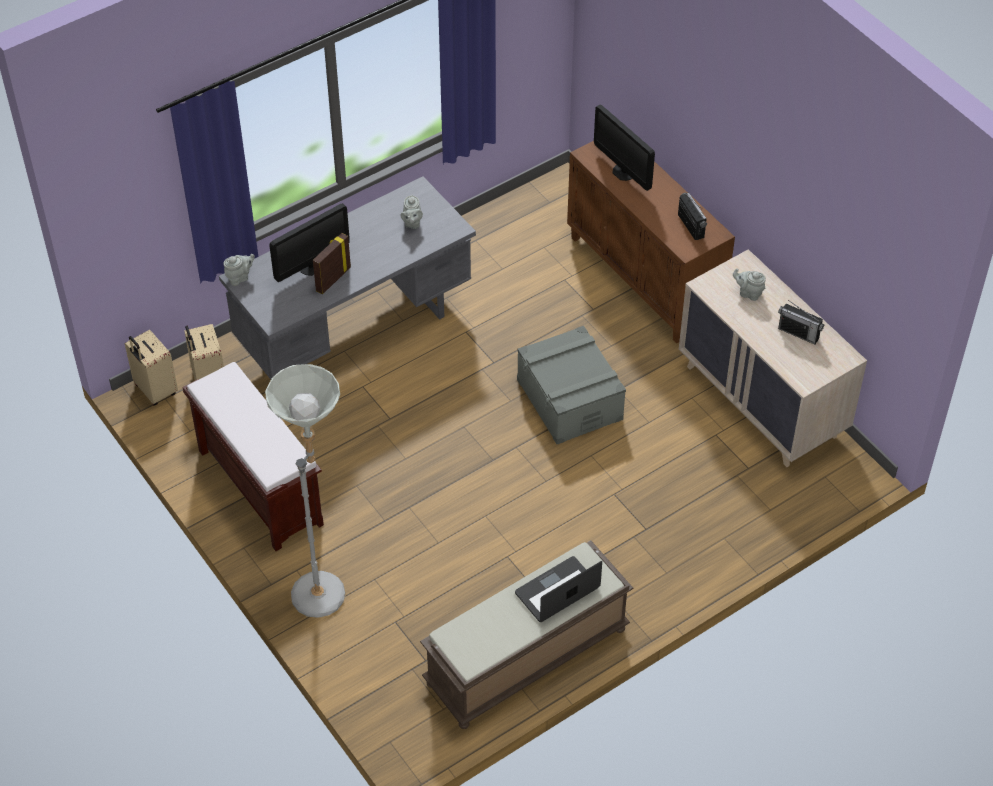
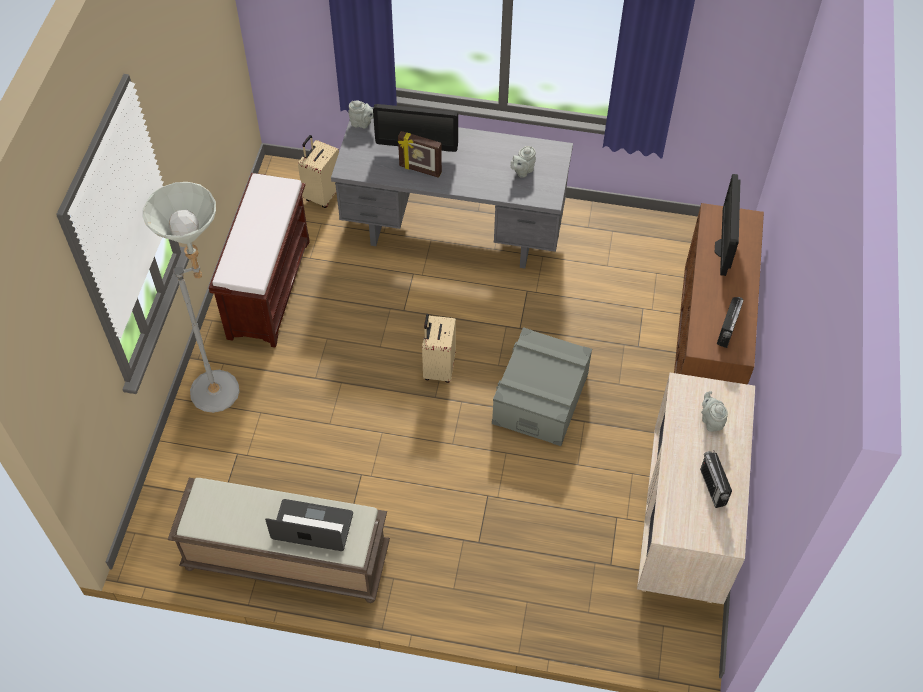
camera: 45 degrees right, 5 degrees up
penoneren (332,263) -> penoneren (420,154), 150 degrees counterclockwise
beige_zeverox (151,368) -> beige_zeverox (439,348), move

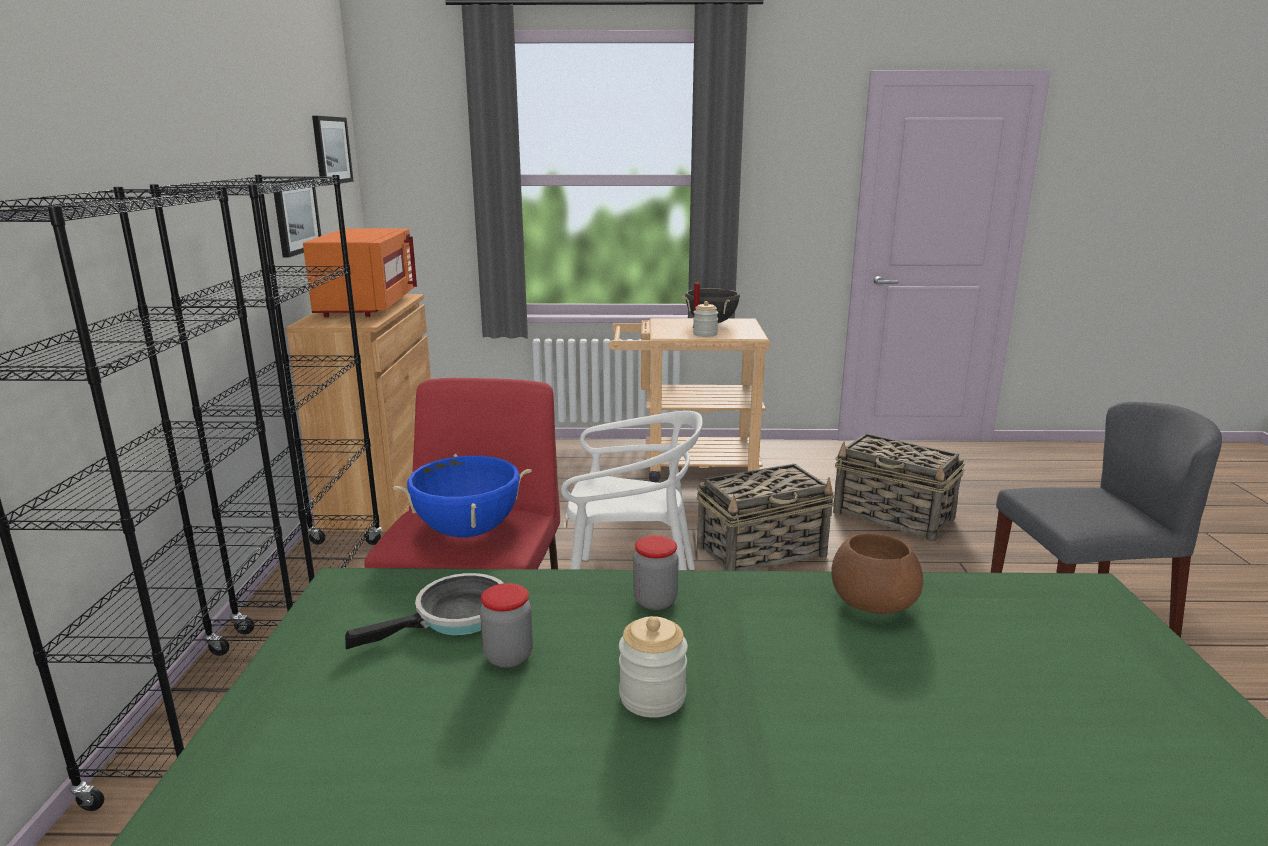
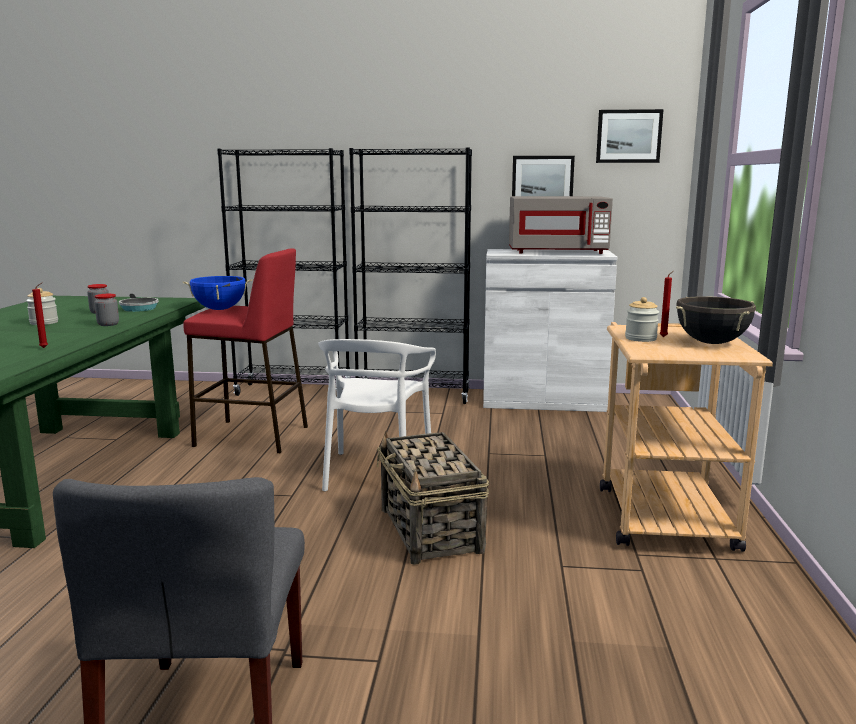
camera: 95 degrees right, 5 degrees down
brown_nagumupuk (877,573) -> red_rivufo (40,315)
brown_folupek (358,413) -> white_folupek (550,330)
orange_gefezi (360,272) -> grey_gefezi (561,225)
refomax (899,487) -> none

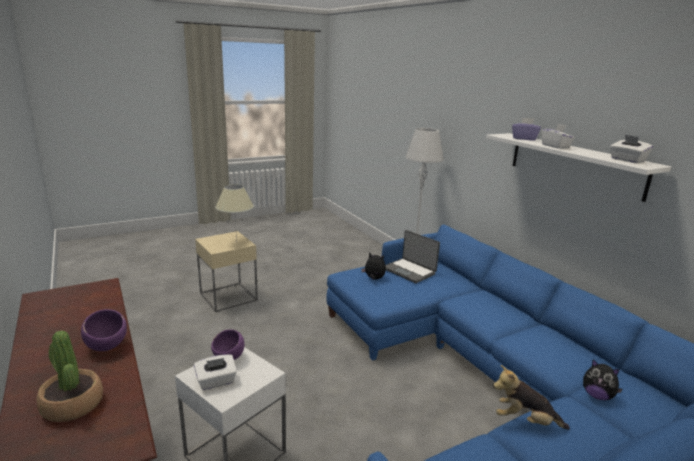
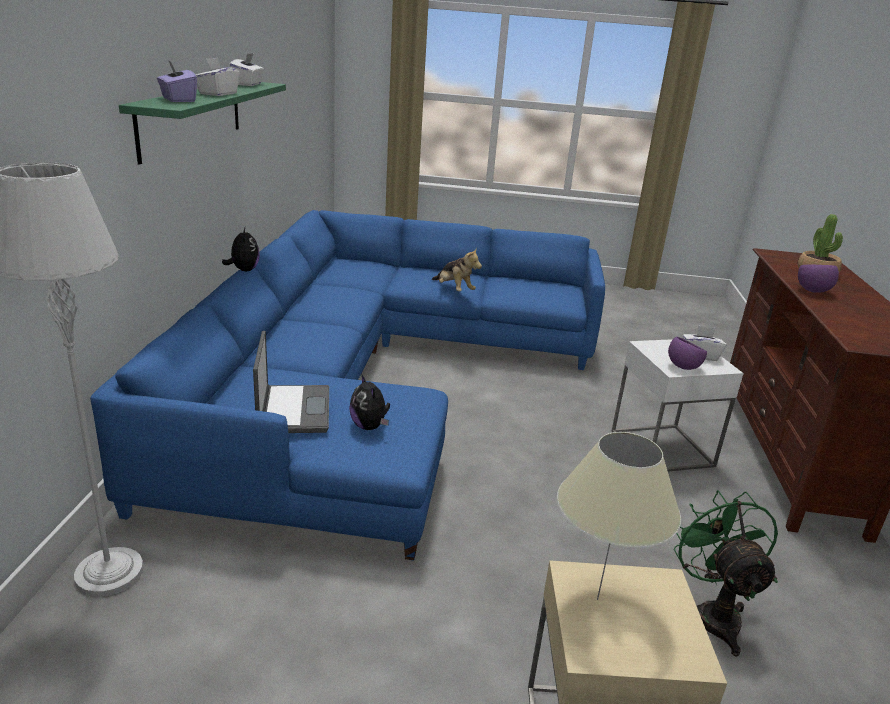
camera: 145 degrees left, 5 degrees up
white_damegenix (579,167) -> green_damegenix (202,123)
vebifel (603,379) -> vebifel (241,249), move
none -> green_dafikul (726,573)

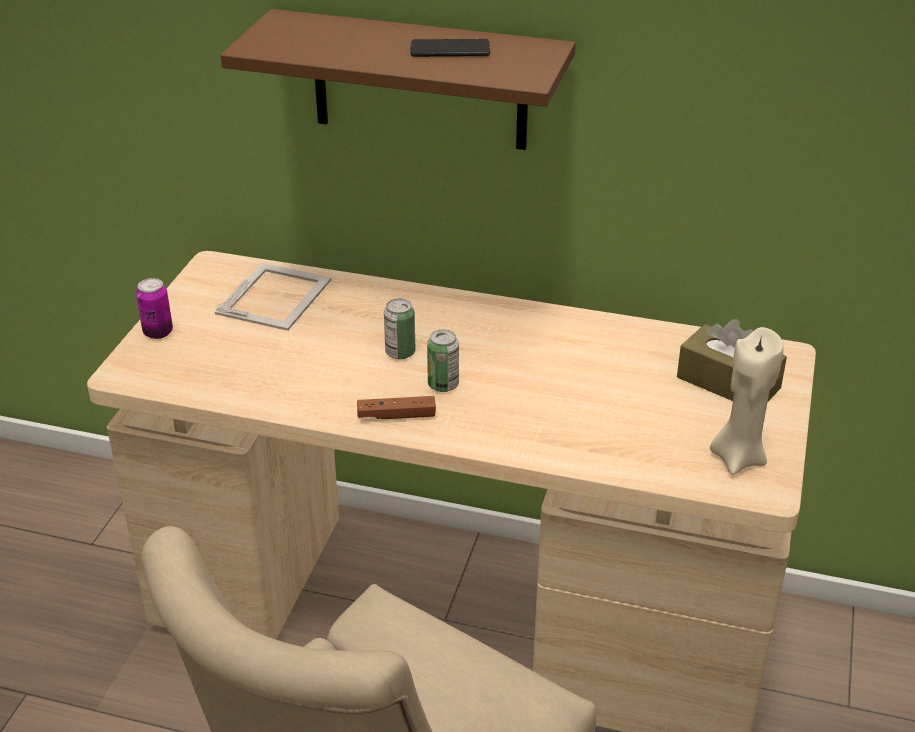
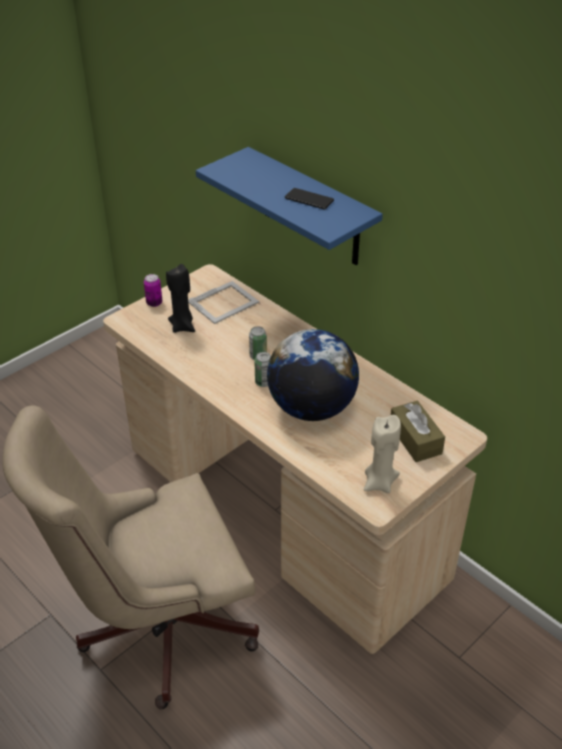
camera: 30 degrees right, 5 degrees up
none -> black_rivufo (180,298)
brown_damegenix (398,79) -> blue_damegenix (289,206)
none -> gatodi (313,375)
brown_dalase (396,407) -> none

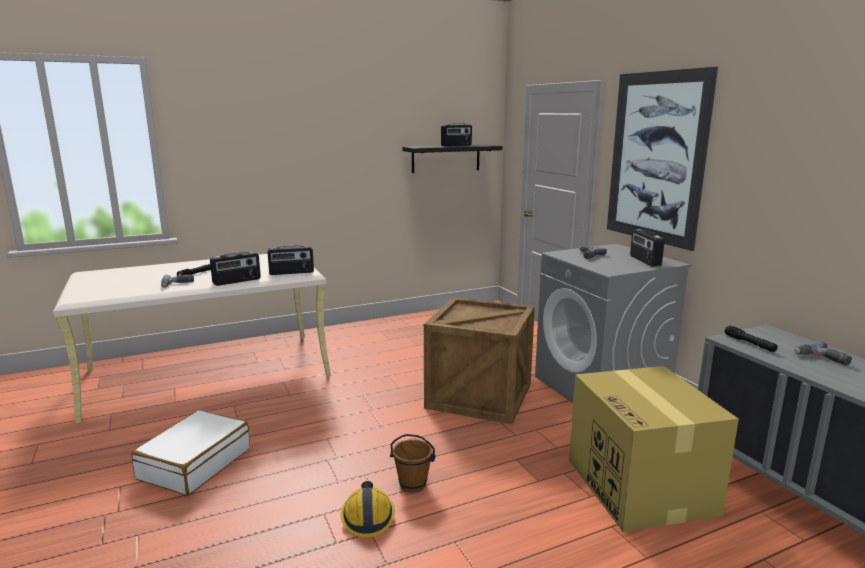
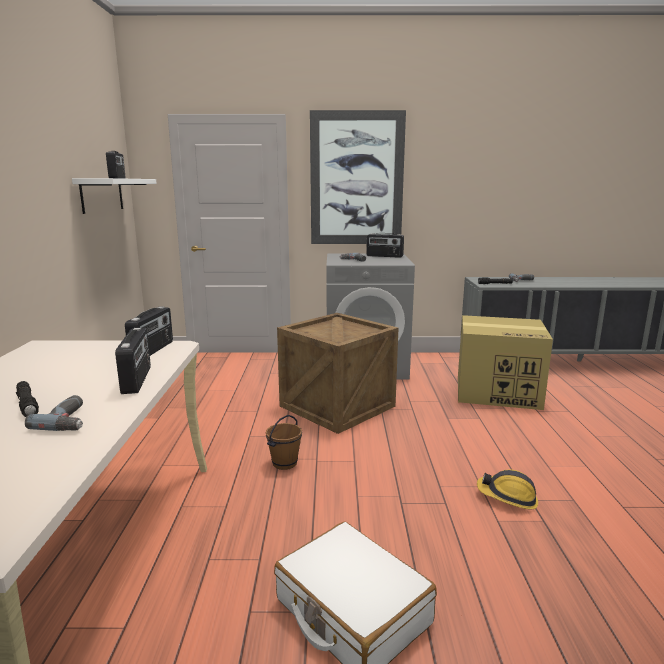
camera: 65 degrees left, 0 degrees up
black_damegenix (452,159) -> white_damegenix (114,196)
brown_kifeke (412,463) -> brown_kifeke (284,442), move

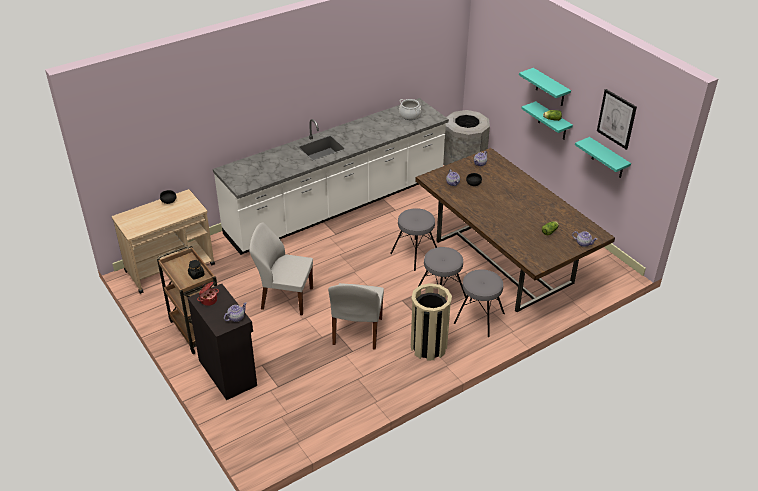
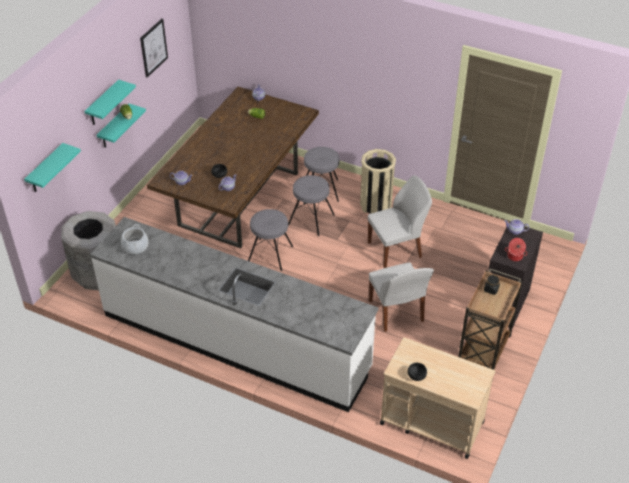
camera: 120 degrees left, 5 degrees up
turquoise_damegenix (603,157) -> turquoise_damegenix (52,167), move

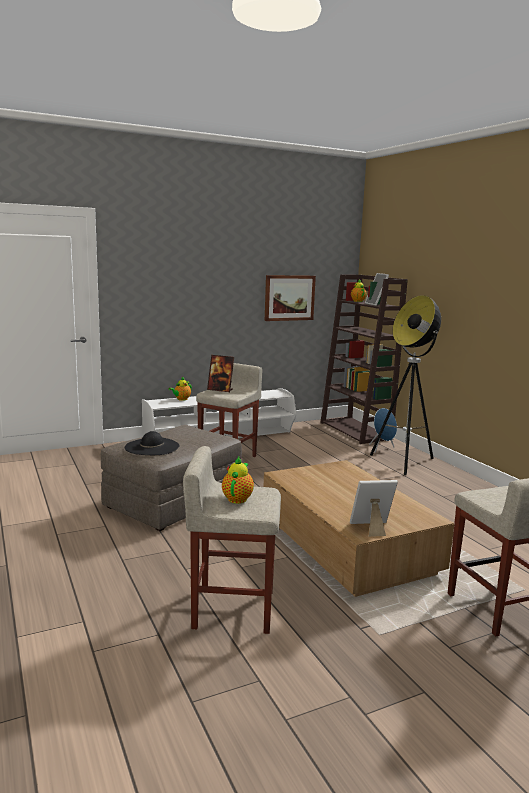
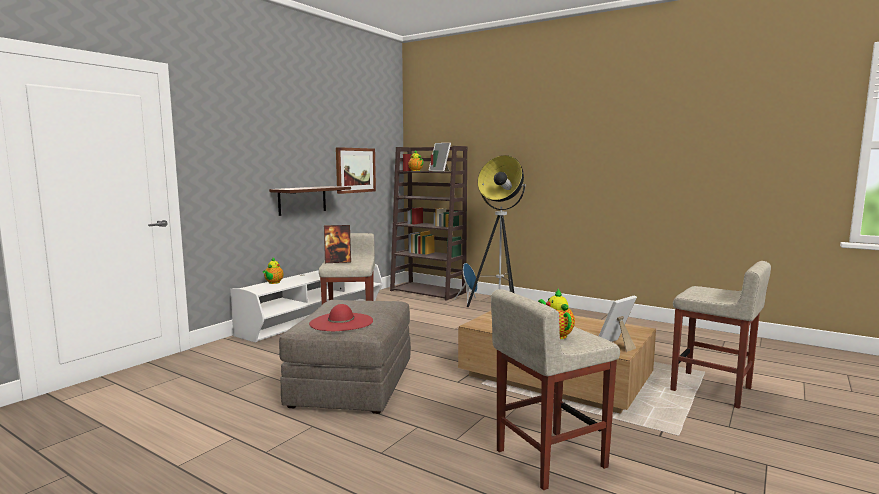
camera: 30 degrees left, 5 degrees down
none -> damegenix (310,201)
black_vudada (152,443) -> red_vudada (341,317)

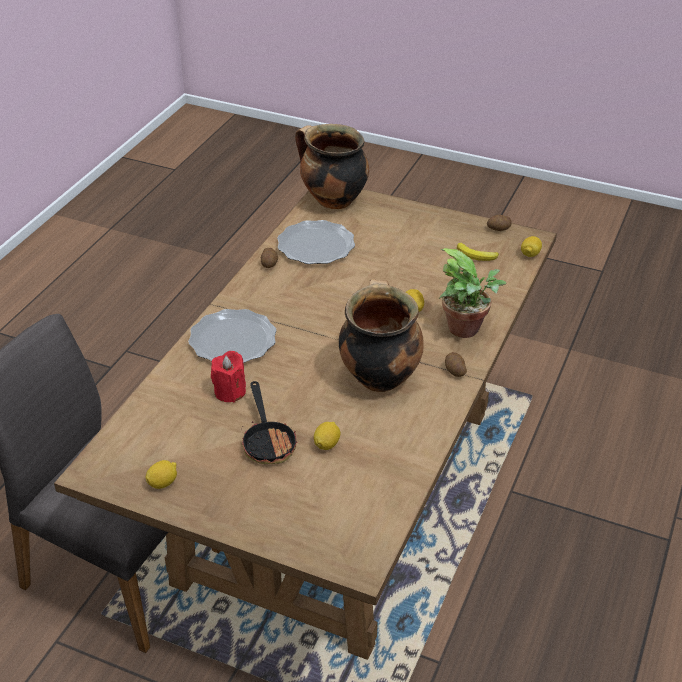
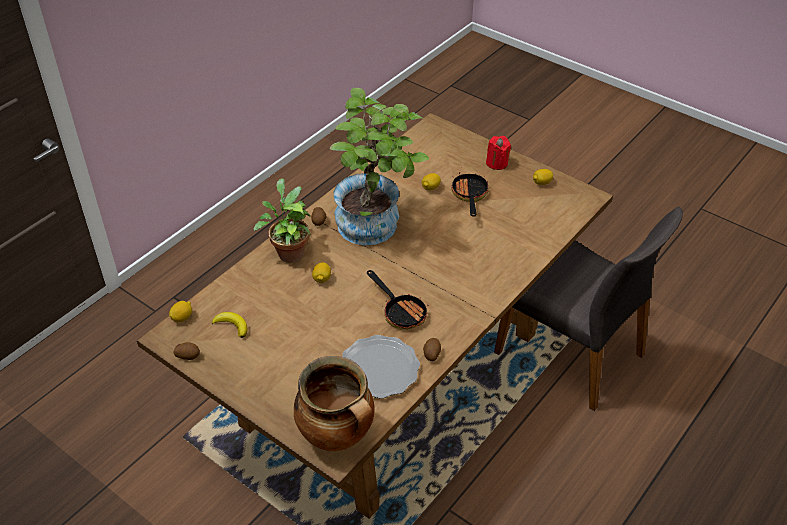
camera: 165 degrees left, 5 degrees up
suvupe (381,335) -> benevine (379,167)
none -> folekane (397,299)
red_rivufo (228,377) -> red_rivufo (498,153), move
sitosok (232,336) -> none

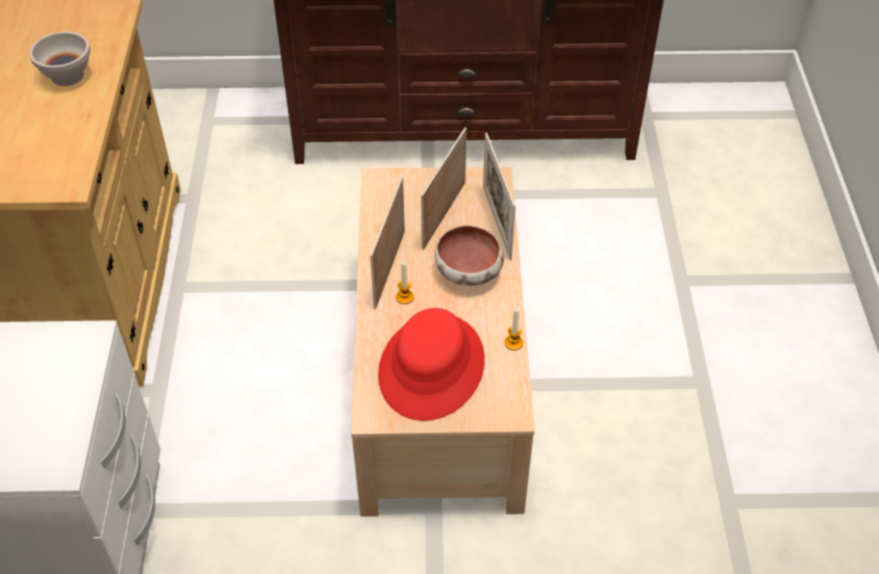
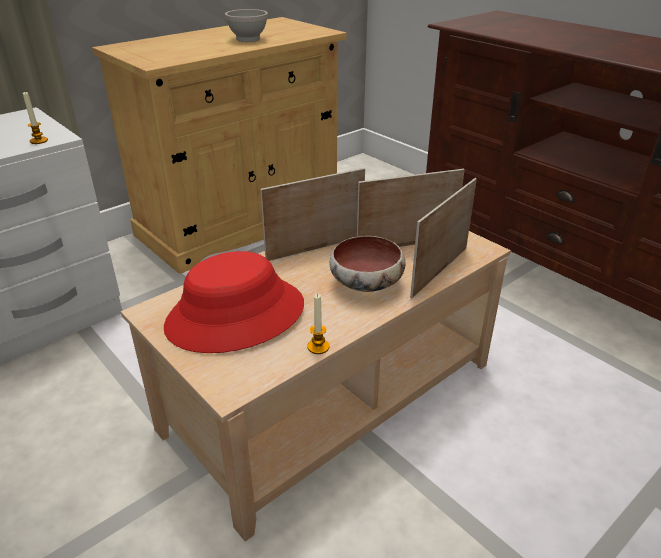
camera: 50 degrees right, 15 degrees down
rivufo (405,282) -> rivufo (35,118), move

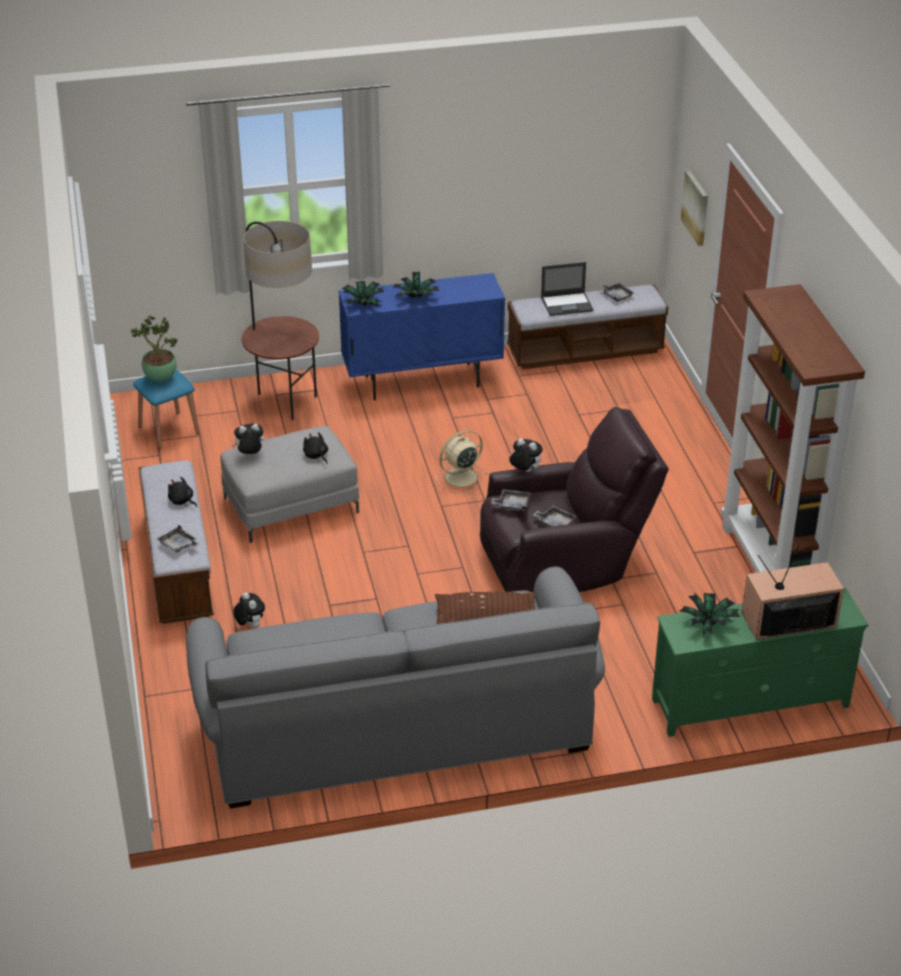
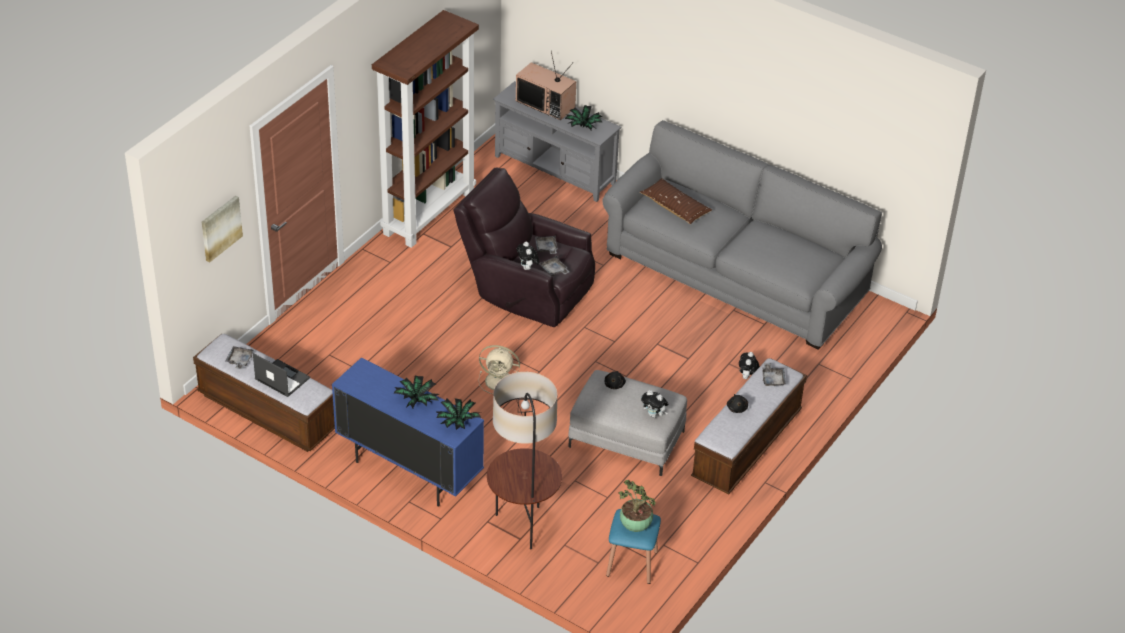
camera: 135 degrees left, 5 degrees up
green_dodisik (760,662) -> grey_dodisik (557,141)

